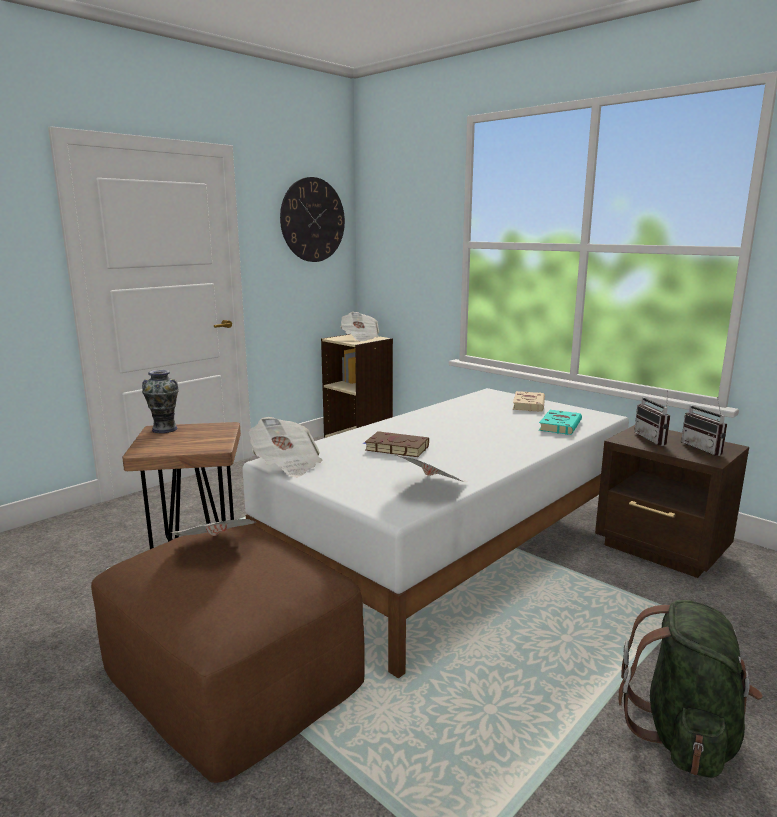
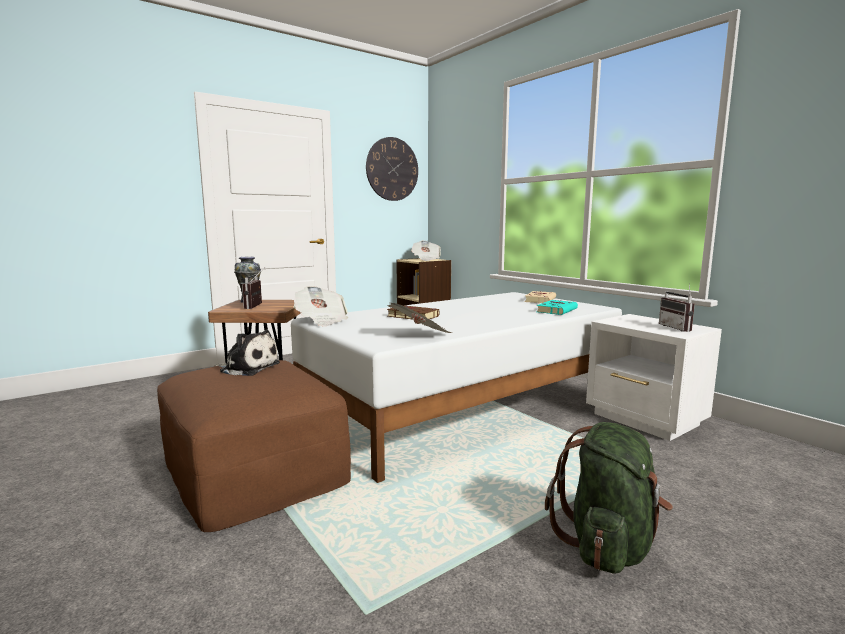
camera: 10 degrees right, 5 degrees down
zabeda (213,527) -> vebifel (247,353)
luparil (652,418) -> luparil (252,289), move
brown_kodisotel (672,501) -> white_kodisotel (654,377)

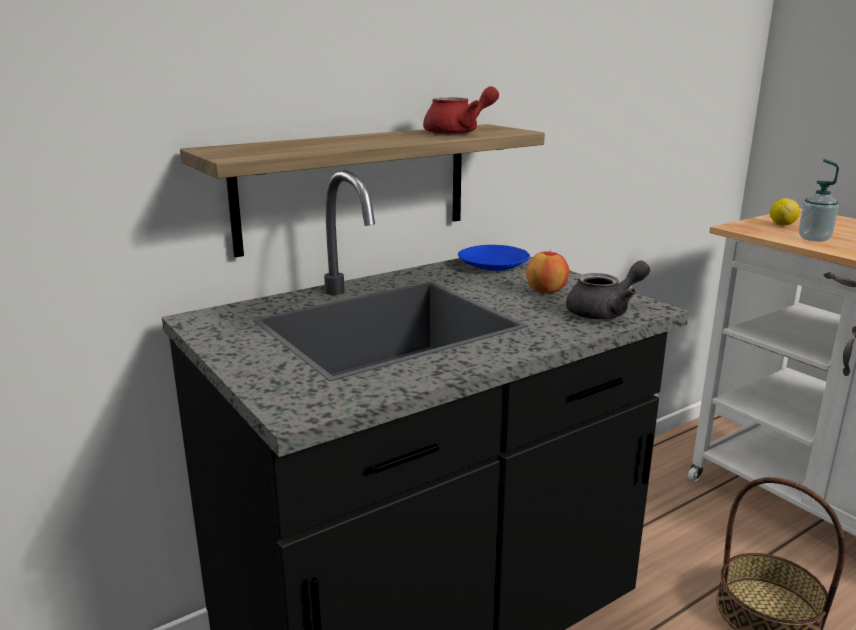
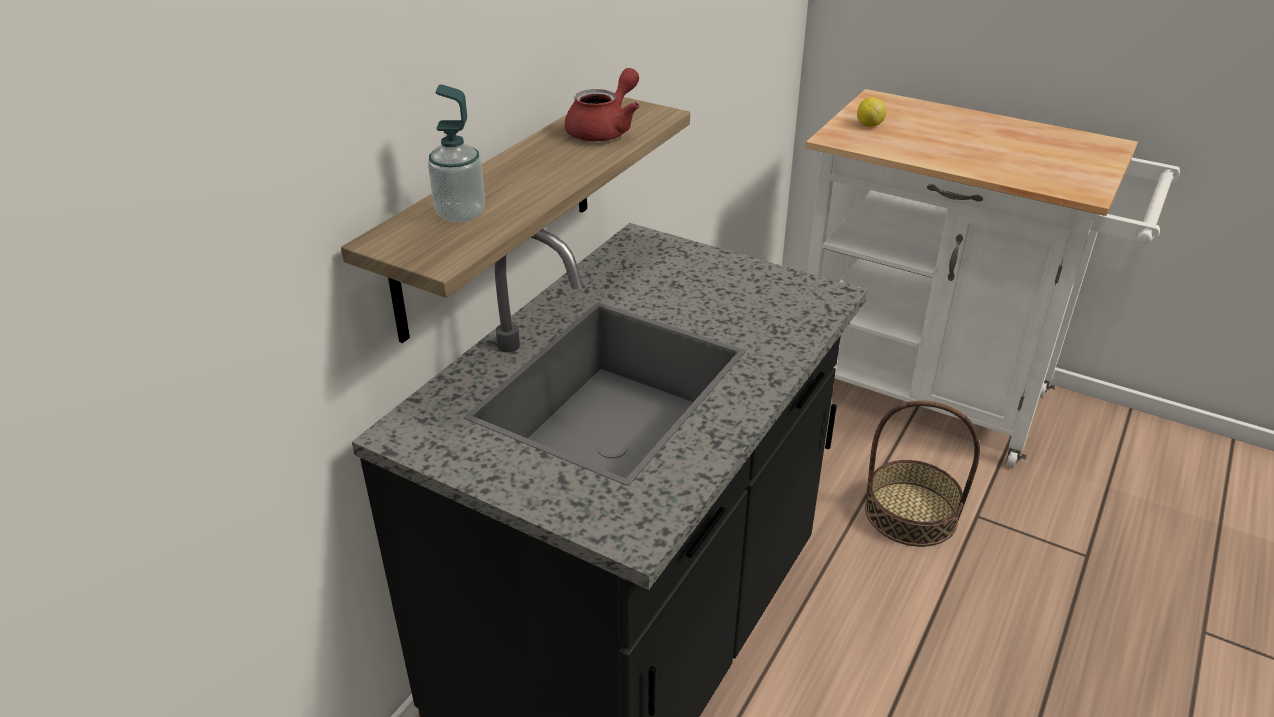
camera: 25 degrees left, 15 degrees up
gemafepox (819,200) -> gemafepox (456,153), move
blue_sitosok (494,258) -> none
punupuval (547,272) -> none
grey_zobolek (608,290) -> none

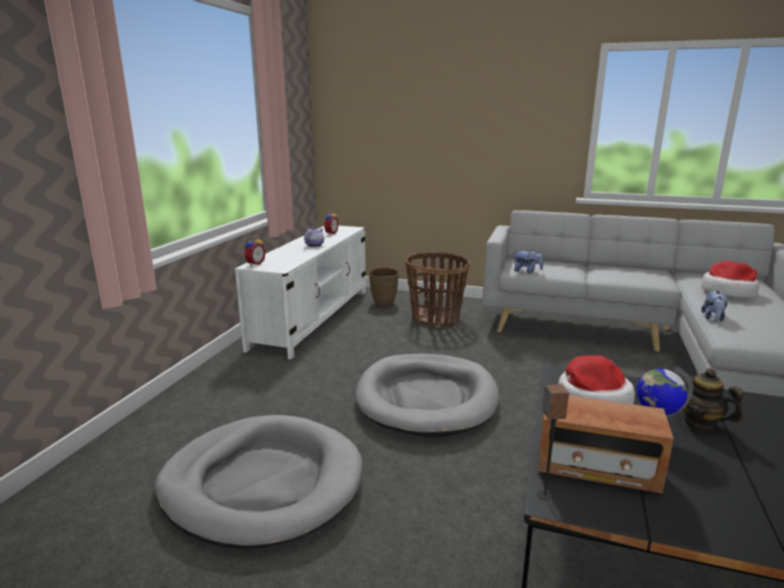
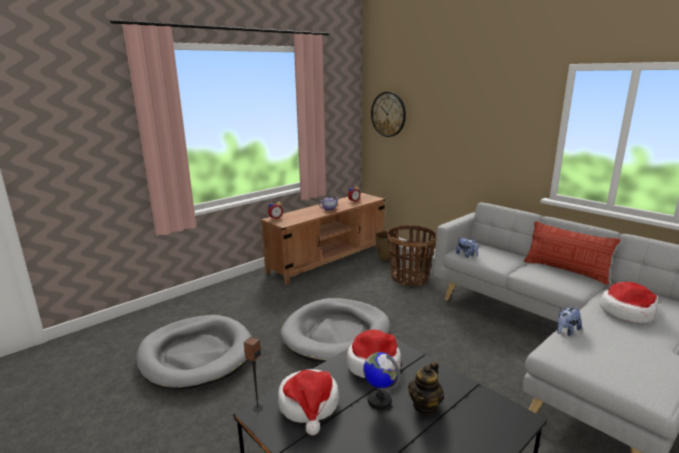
camera: 30 degrees right, 0 degrees up
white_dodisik (300,292) -> brown_dodisik (323,239)
luparil (606,445) -> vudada (308,402)
none -> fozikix (388,114)
zobolek (710,400) -> zobolek (426,388), 135 degrees counterclockwise
none -> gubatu (572,253)

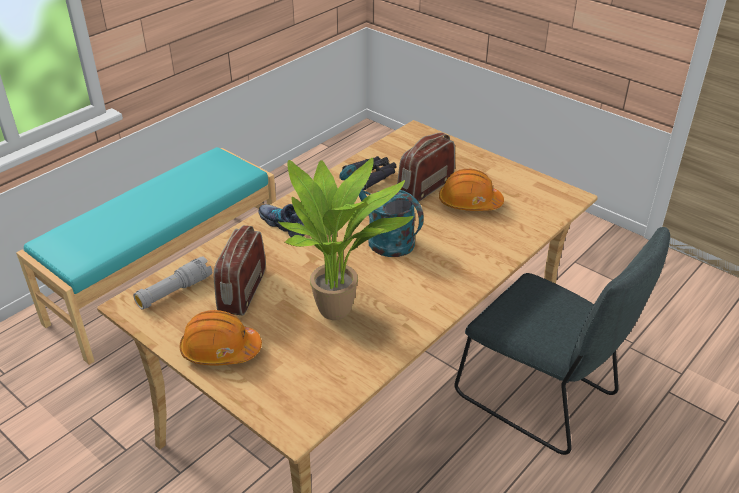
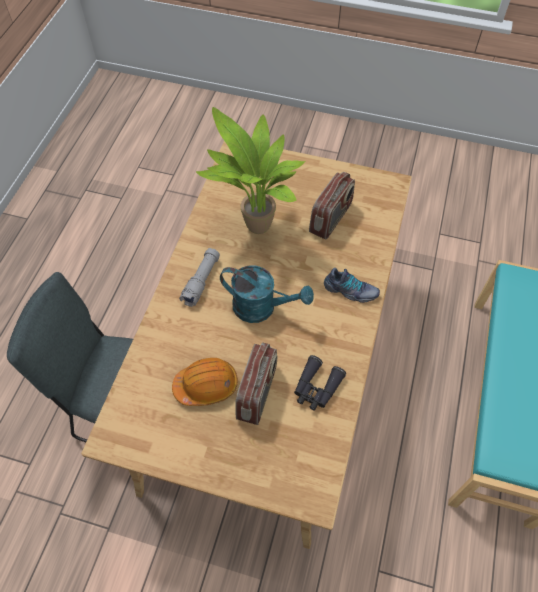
camera: 155 degrees right, 20 degrees up
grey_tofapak (172,283) -> grey_tofapak (199,277), move
luparil (240,270) -> luparil (332,206), 45 degrees clockwise
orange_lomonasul (221,338) -> none

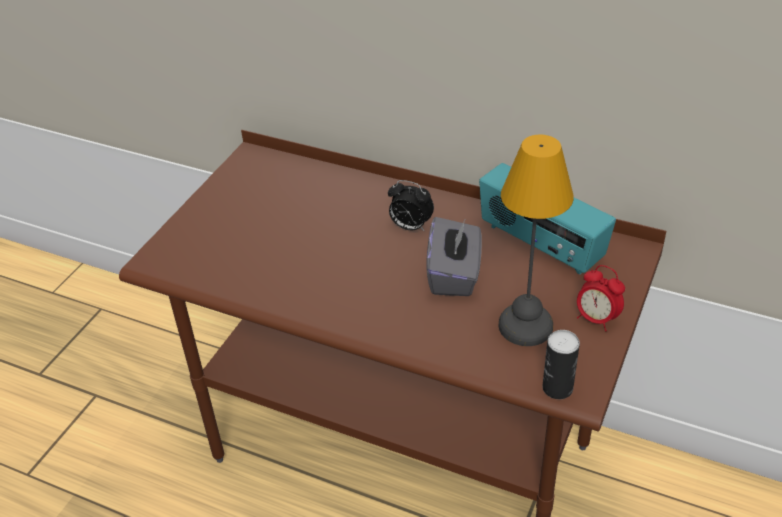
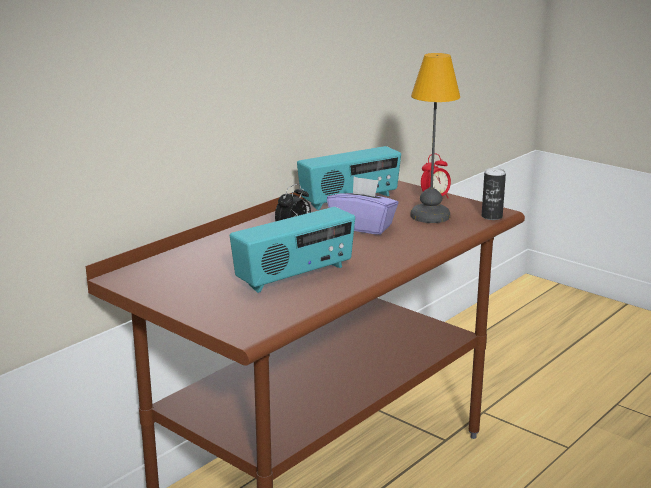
camera: 75 degrees left, 20 degrees down
none -> luparil (292,250)
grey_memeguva (454,256) -> purple_memeguva (363,205)

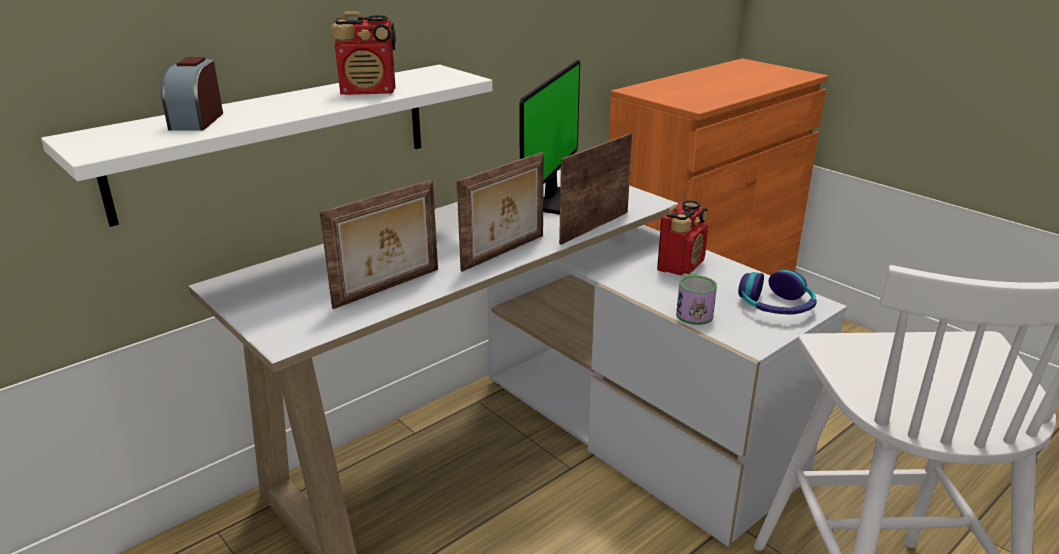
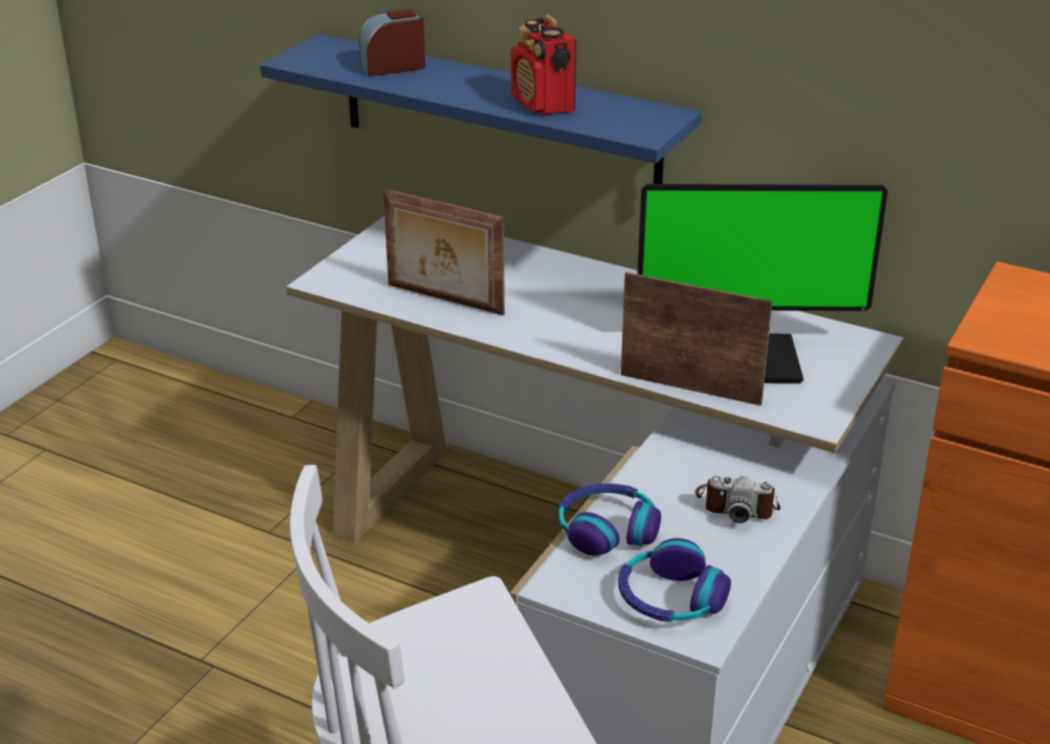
camera: 70 degrees right, 5 degrees up
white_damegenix (267,145) -> blue_damegenix (481,109)
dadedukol (696,299) -> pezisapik (610,519)
luparil (682,238) -> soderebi (738,499)
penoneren (500,212) -> none

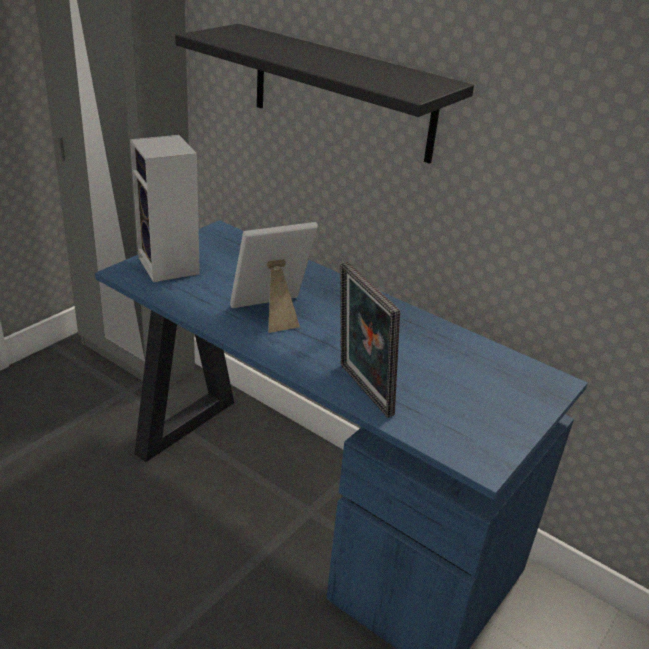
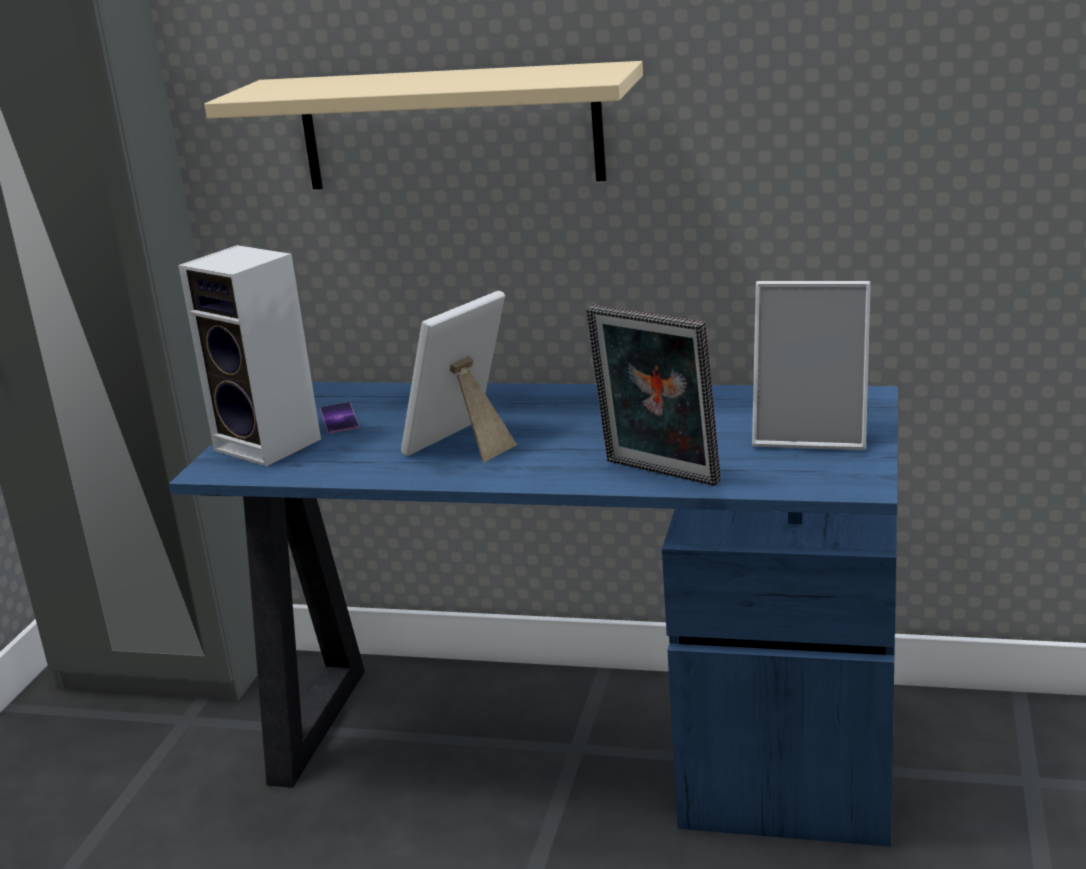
camera: 20 degrees left, 10 degrees down
black_damegenix (324,94) -> beige_damegenix (424,125)
none -> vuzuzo (339,417)
none -> penoneren (811,365)

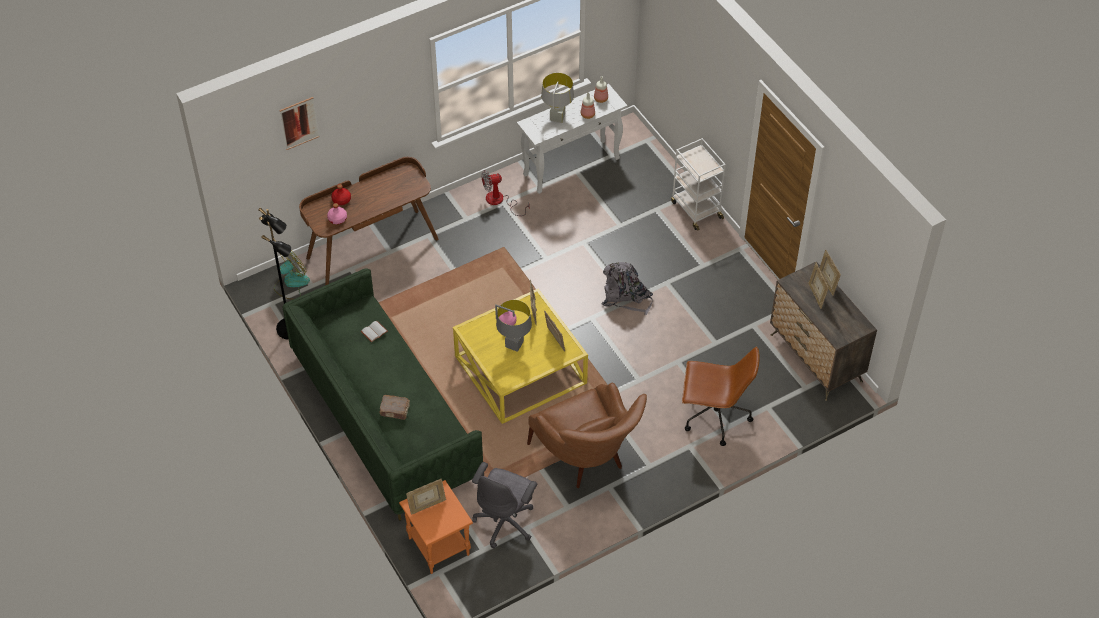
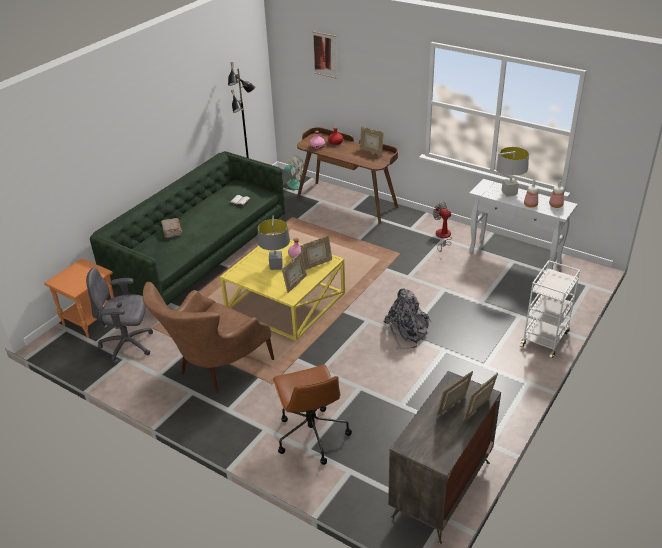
camera: 65 degrees right, 15 degrees down
penoneren (426,497) -> penoneren (371,140), move

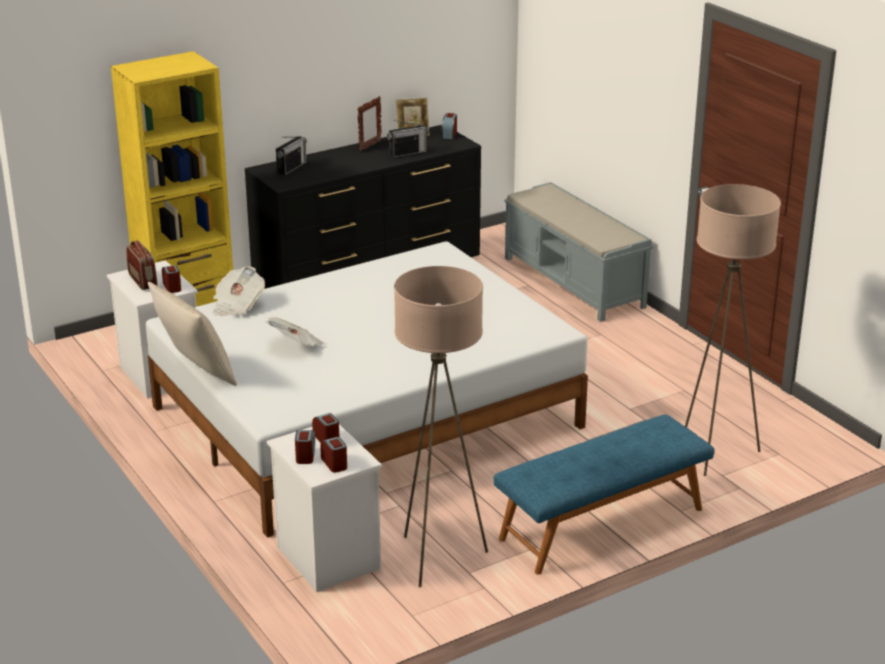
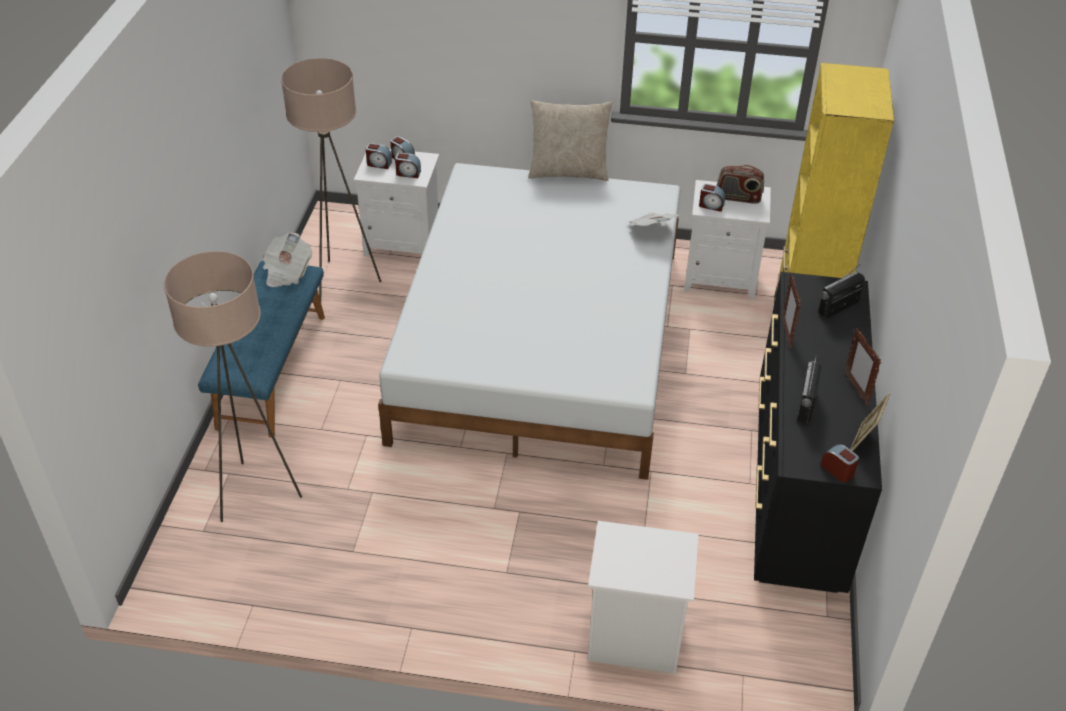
camera: 130 degrees right, 15 degrees up
zabeda (296,331) -> zabeda (287,259), move
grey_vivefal (578,252) -> white_kodisotel (643,597)
none -> penoneren (791,310)
luparil (291,155) -> luparil (841,291), 75 degrees clockwise

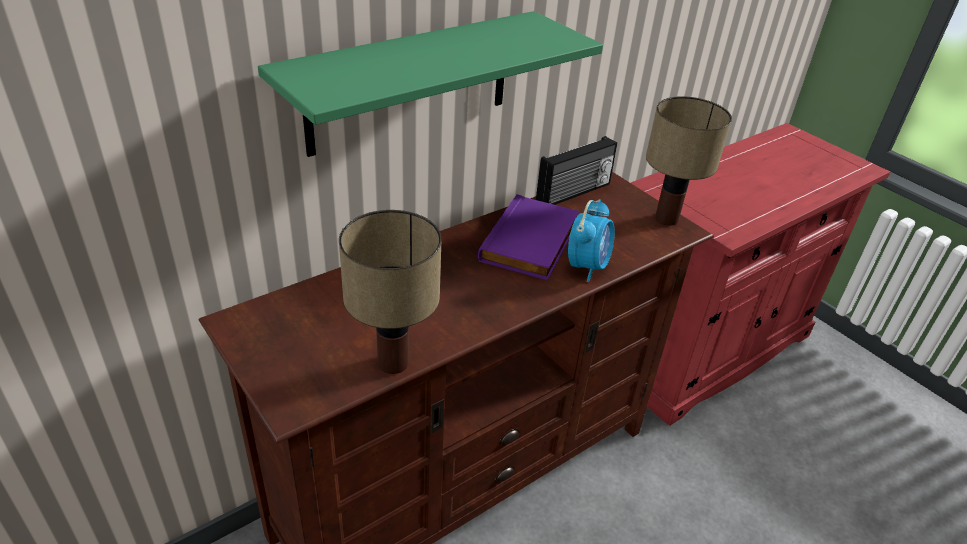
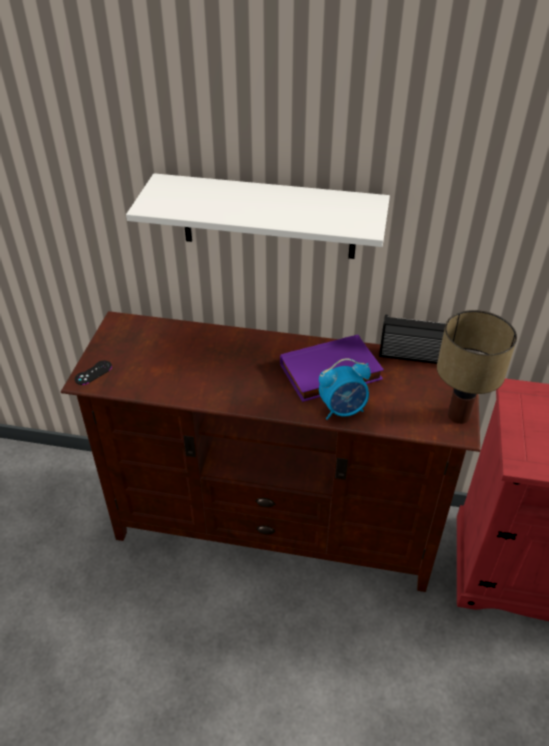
camera: 50 degrees right, 5 degrees up
none -> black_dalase (93,372)
green_damegenix (430,84) -> white_damegenix (258,216)
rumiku (390,292) -> none

